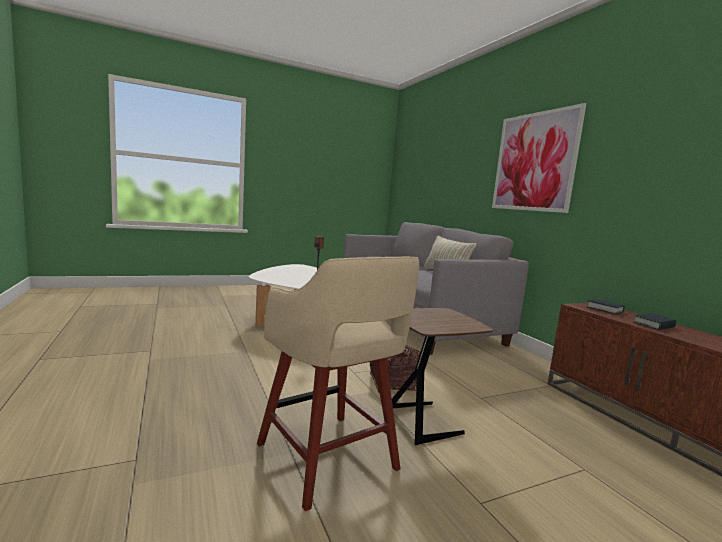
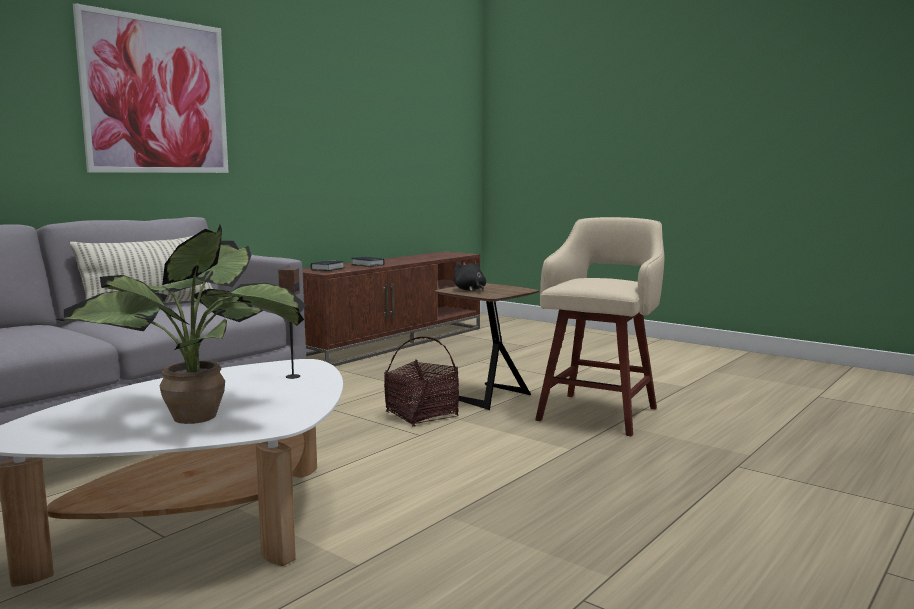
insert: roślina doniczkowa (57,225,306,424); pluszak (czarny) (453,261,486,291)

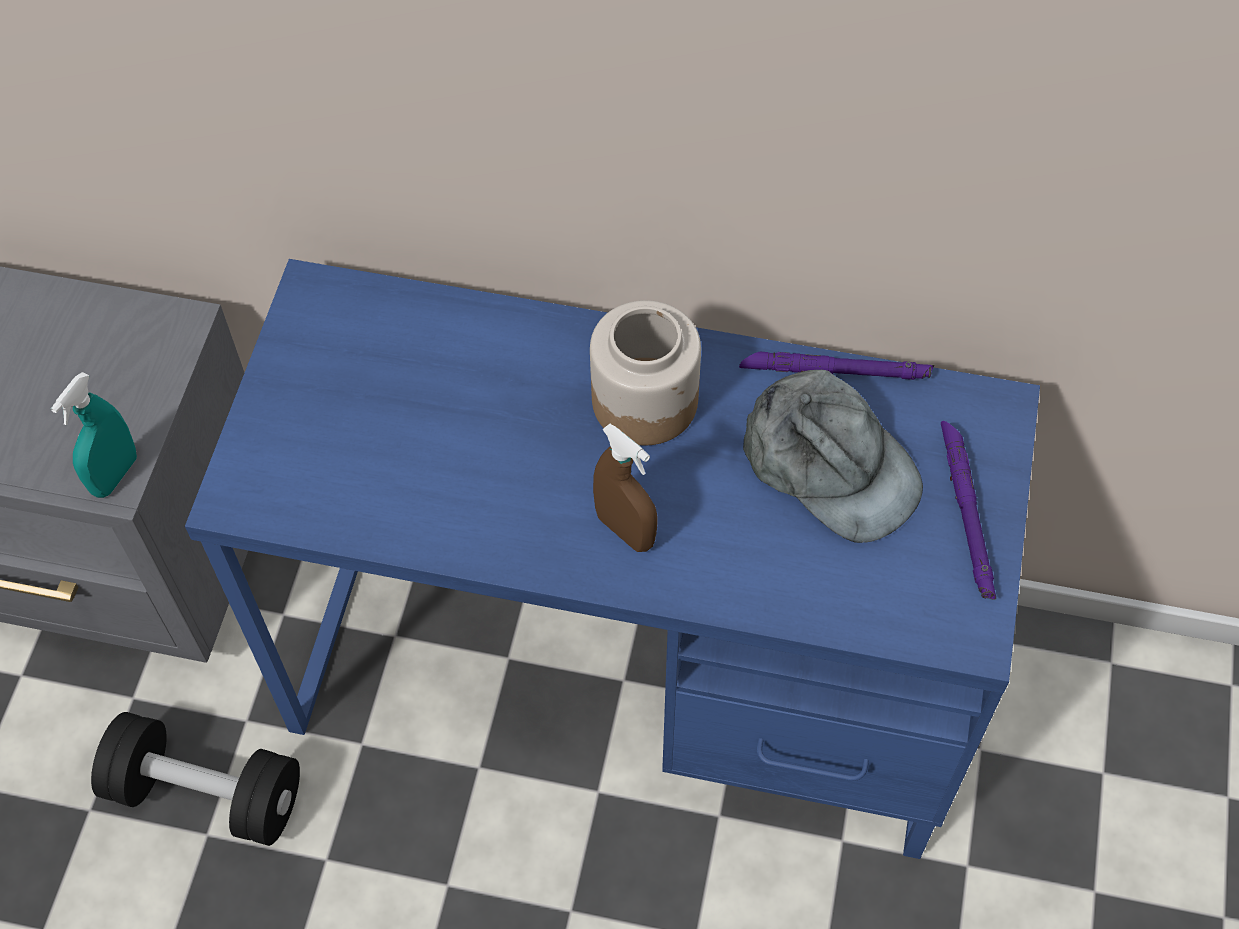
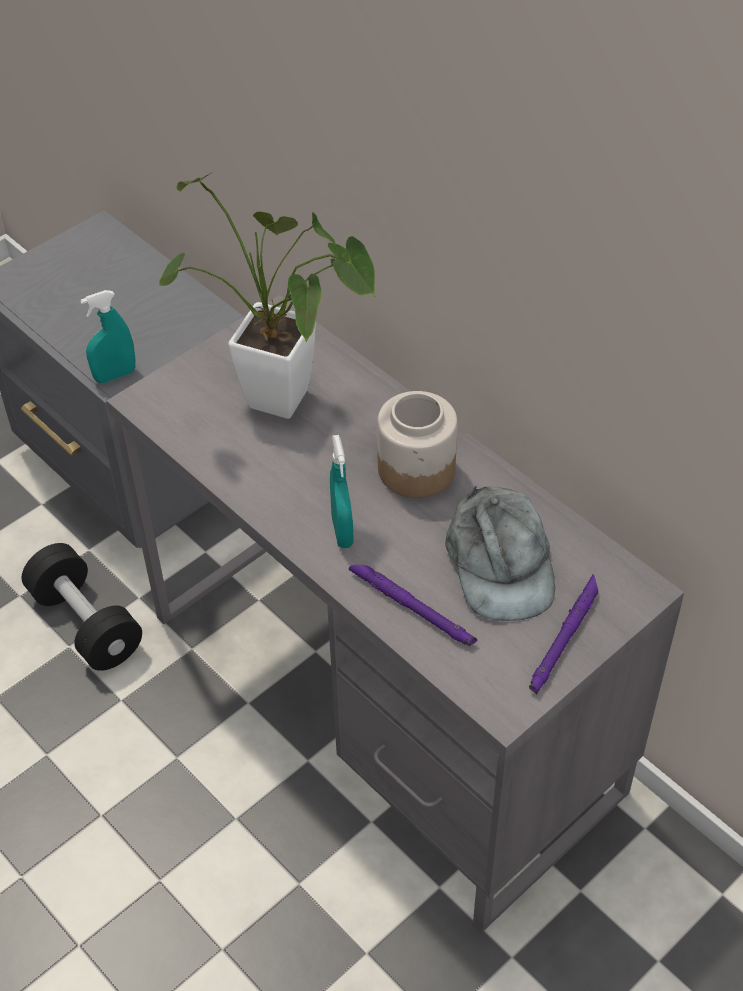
insert: roślina doniczkowa (159,173,376,419)
move: latarka (fioletowy) (739,352,934,380) to (349,565,477,646)
recolor: biurko (niebieski) (185,259,1040,859) to biurko (szary) (106,295,684,931); spryskiwacz (brązowy) (593,423,657,552) to spryskiwacz (turkusowy) (330,435,354,548)

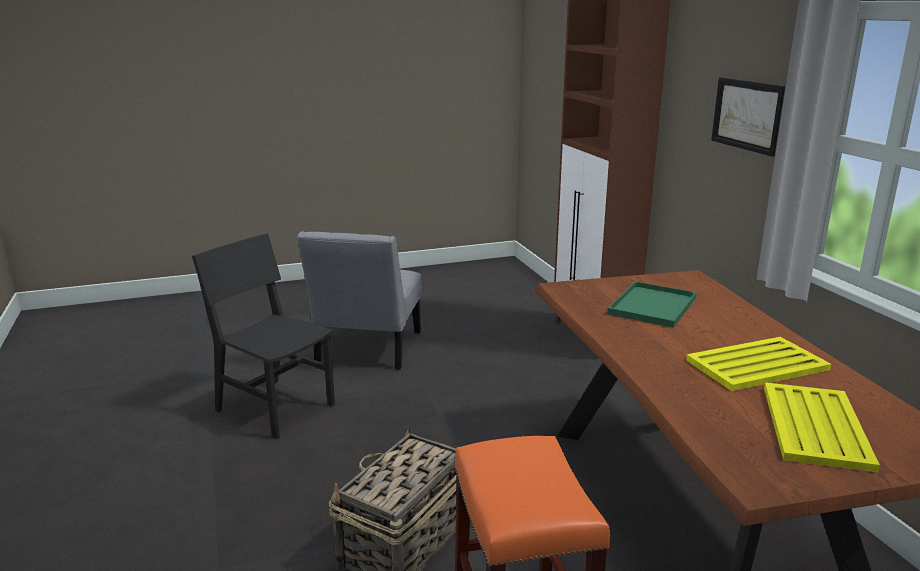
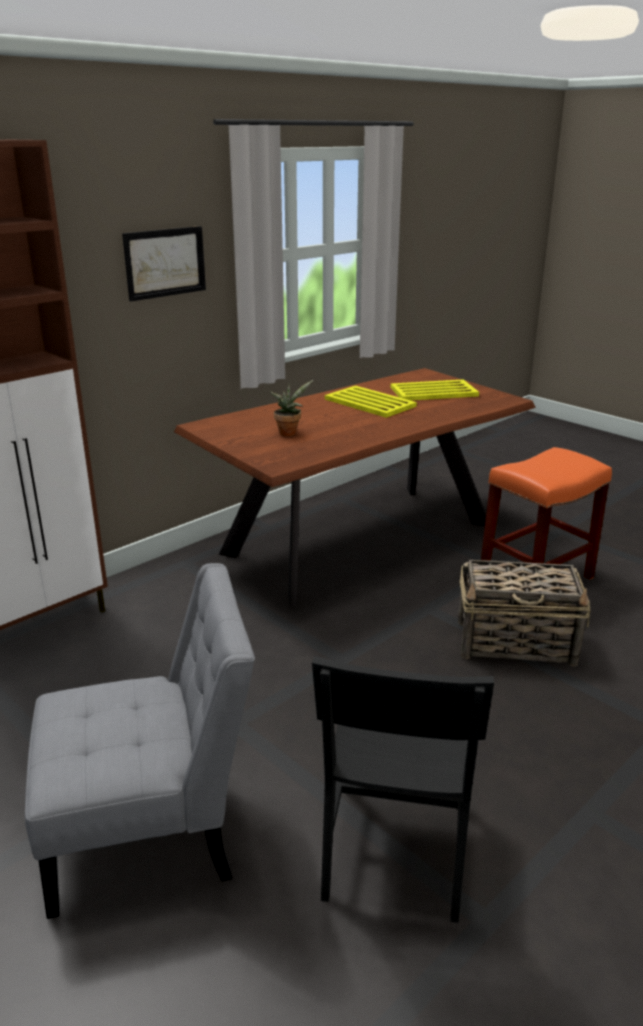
replace: taca (zielony) (607,281,697,328) to roślina doniczkowa (269,380,313,436)

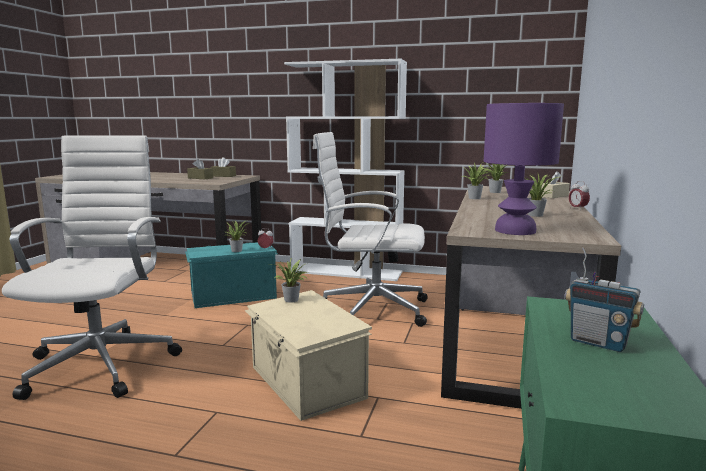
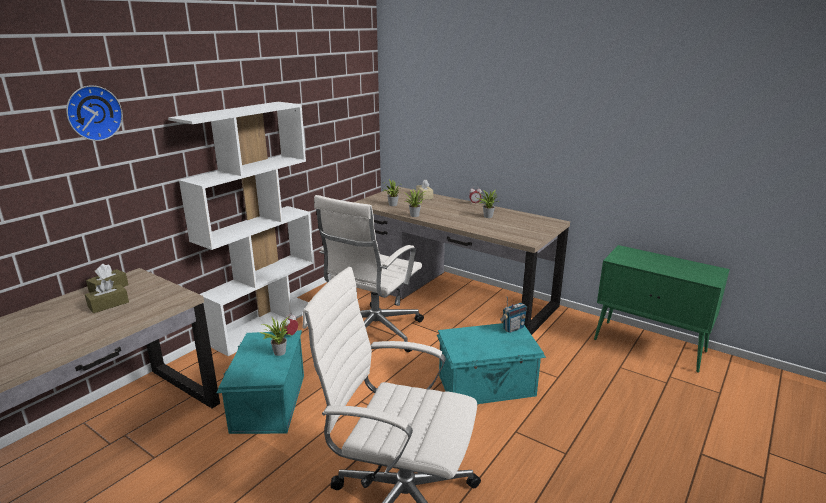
delete: roślina doniczkowa (273,259,308,303); lampa stołowa (fioletowy) (484,103,564,235)
insert: zegar ścienny (66,85,123,141)
move: radio (565,247,644,352) to (500,296,527,333)
recolor: pojemnik do przechowywania (beżowy) (244,290,372,421) to pojemnik do przechowywania (turkusowy) (437,323,546,404)

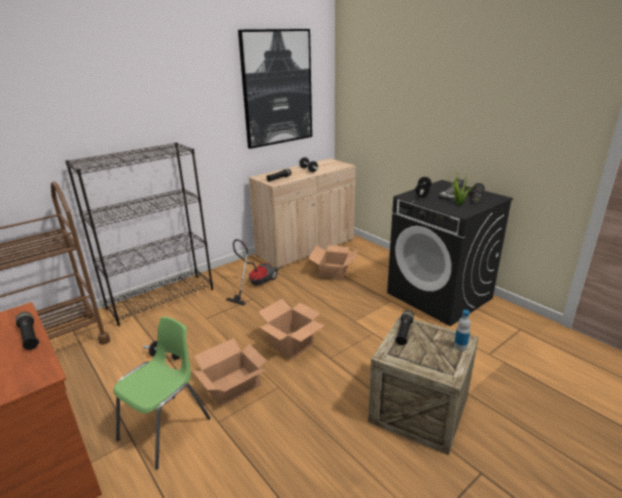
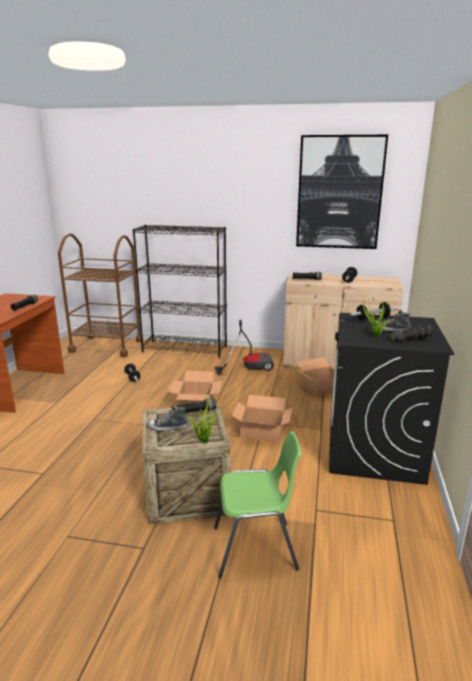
insert: but (147,405,188,431)
move: krzesło (zielony) (114,316,210,470) to (214,431,301,579); karton (193,338,266,407) to (232,395,292,443)
replace: butelka (454,310,471,351) to roślina doniczkowa (185,387,220,443)

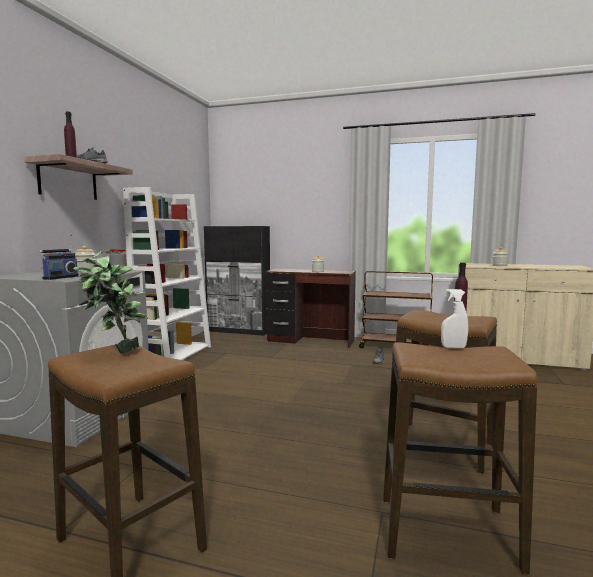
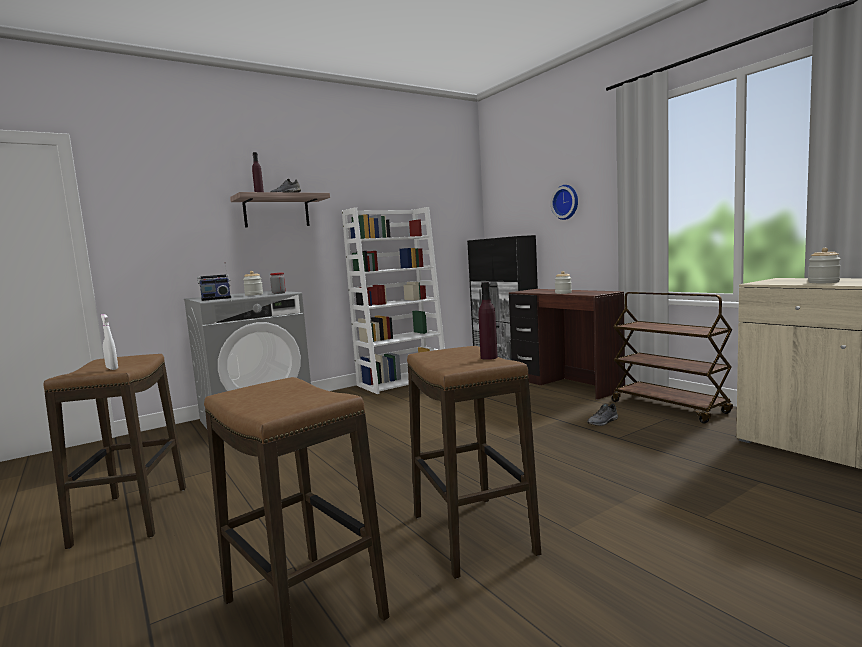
delete: roślina doniczkowa (73,250,148,353)
insert: zegar ścienny (551,185,578,220)
move: spryskiwacz (biały) (441,289,468,348) to (101,314,118,370)

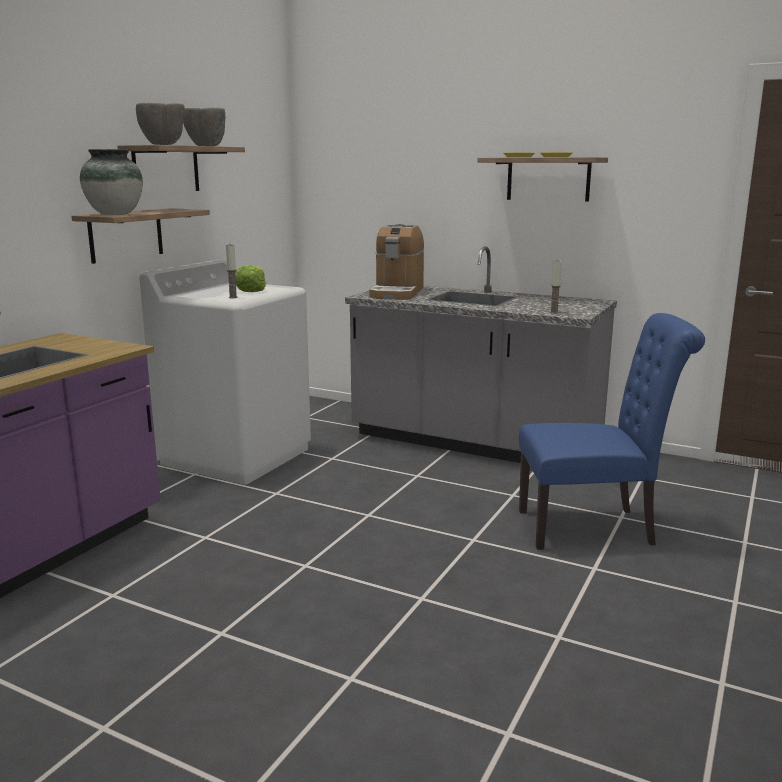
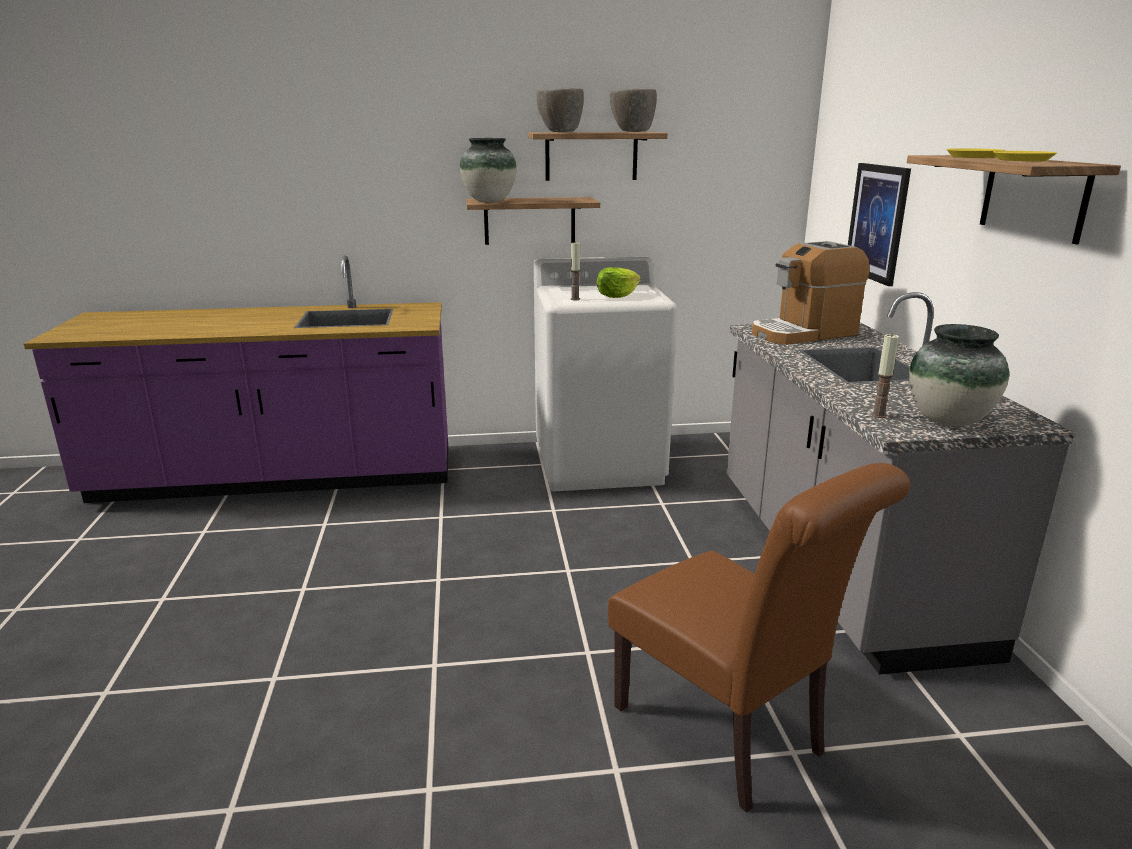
insert: obraz (848,163,911,286); wazon (909,324,1009,426)
recolor: krzesło (niebieski) (519,313,705,550) to krzesło (brązowy) (608,463,910,813)

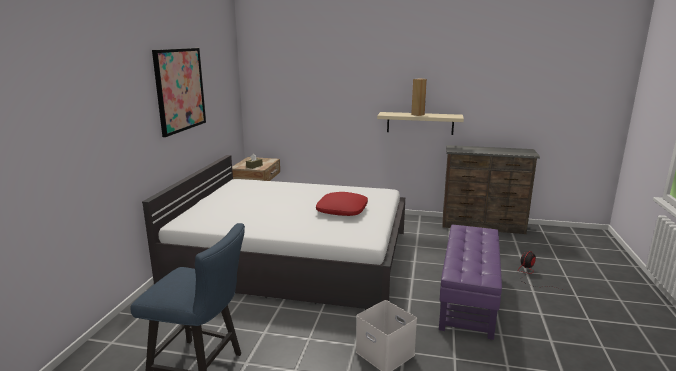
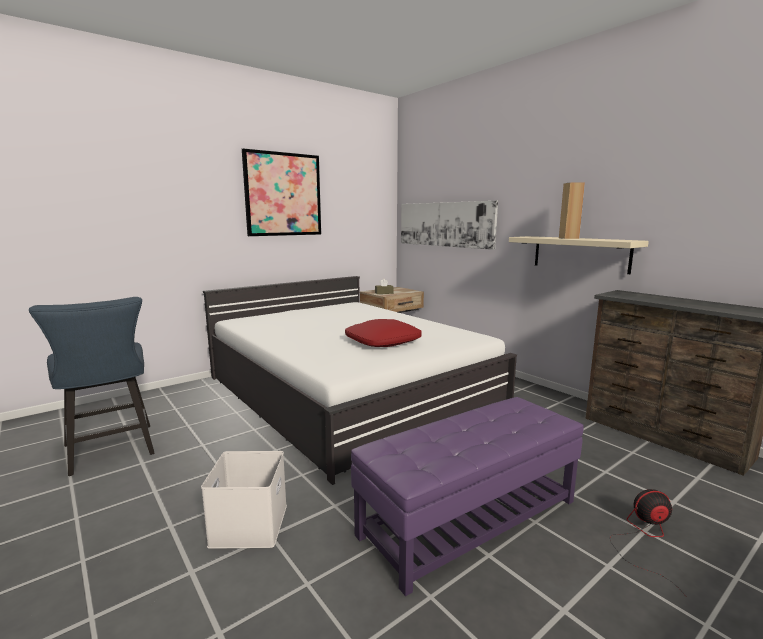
insert: obraz (401,201,498,250)

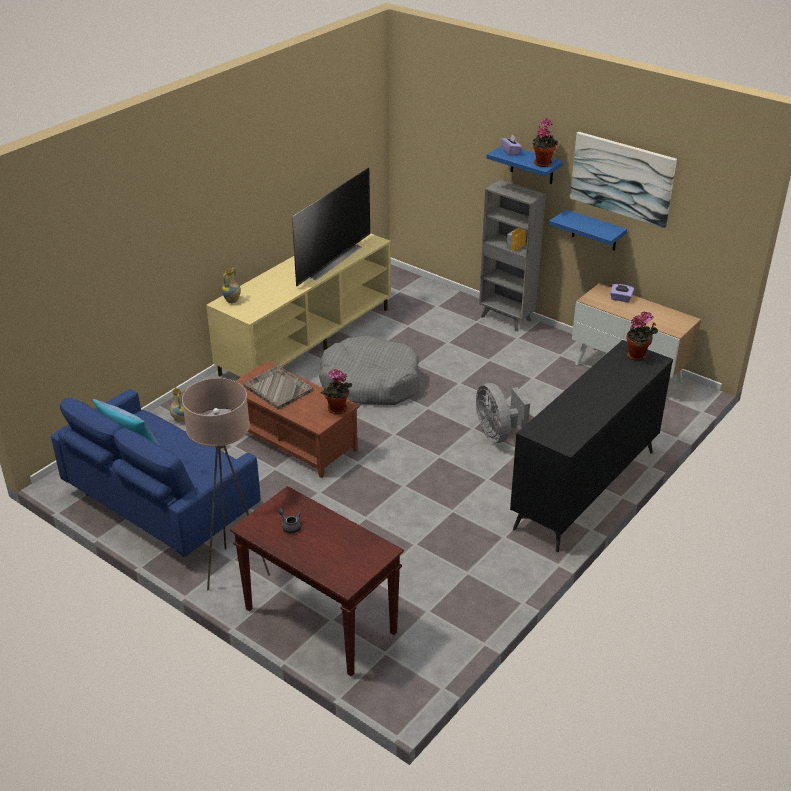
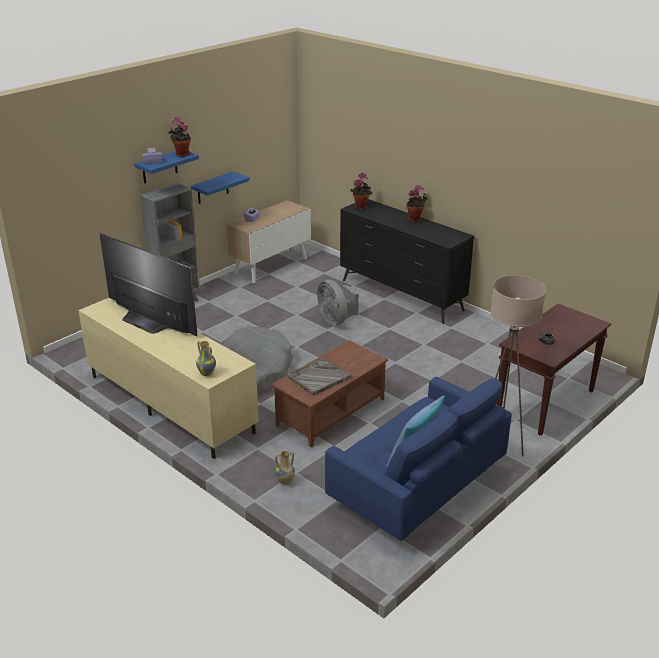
delete: obraz (570,132,677,228)
move: roślina doniczkowa (320,369,352,414) to (406,186,428,222)
rotate: wentylator (szary) (476,383,530,443) = (317,280,359,325) 75 degrees clockwise

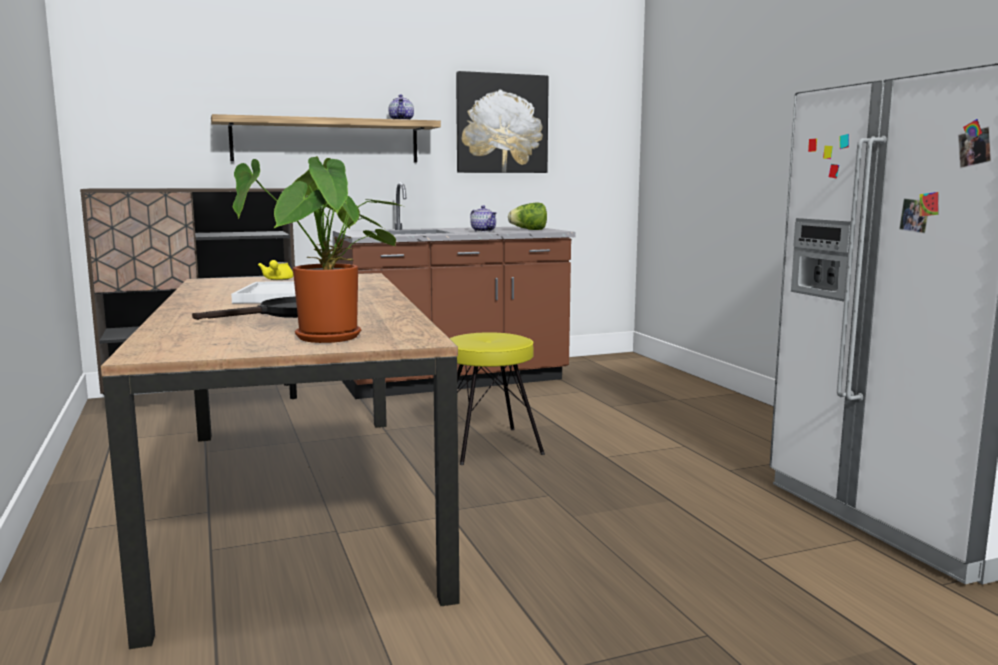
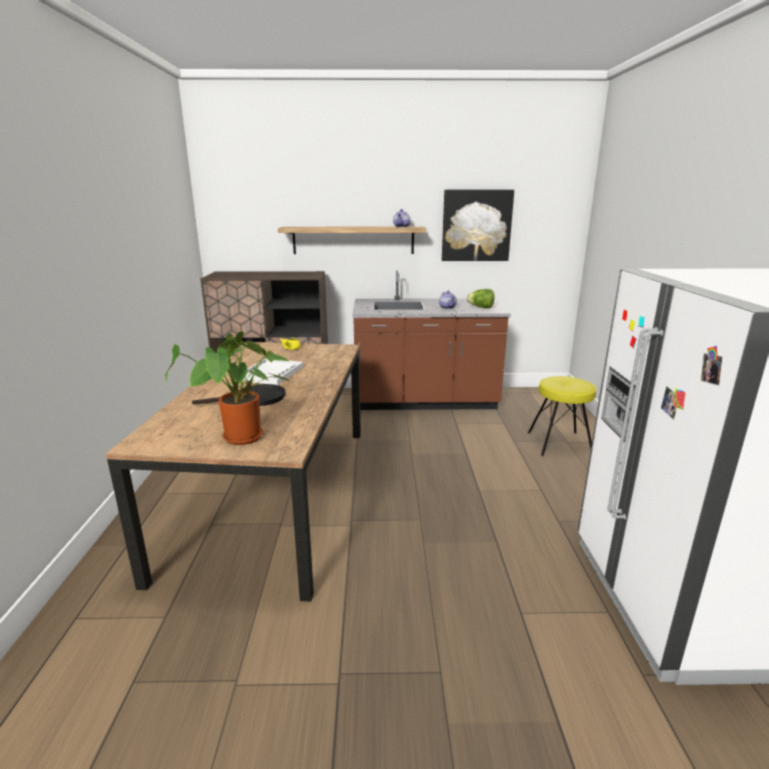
move: stołek (żółty) (449,332,545,465) to (528,376,596,456)

